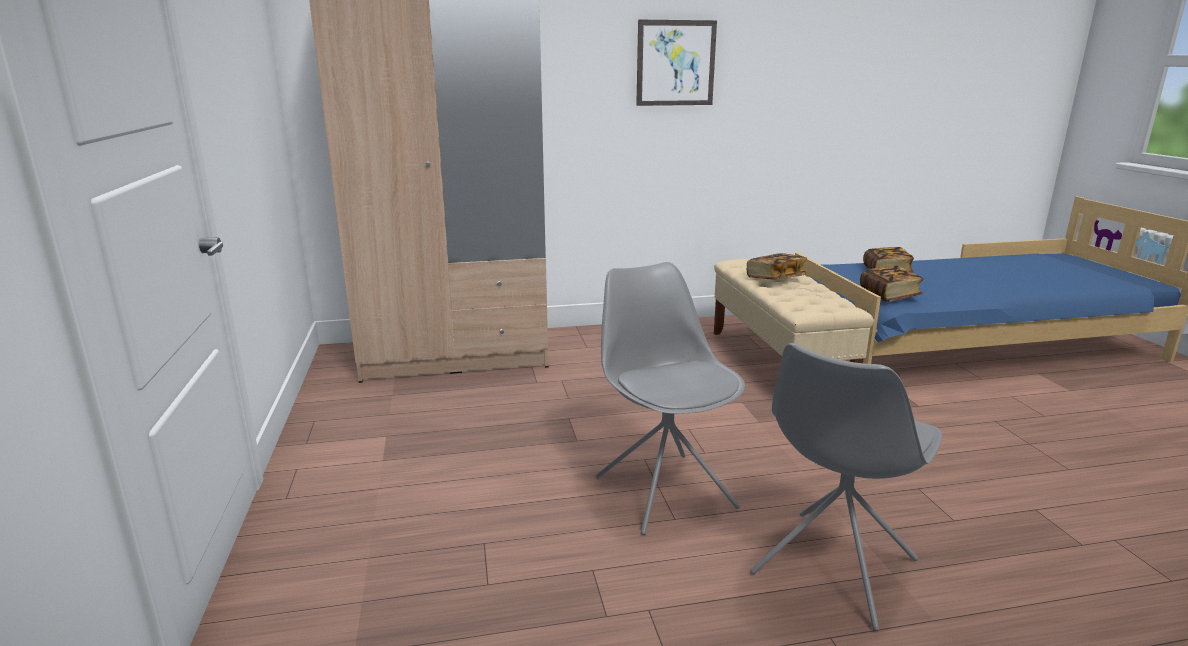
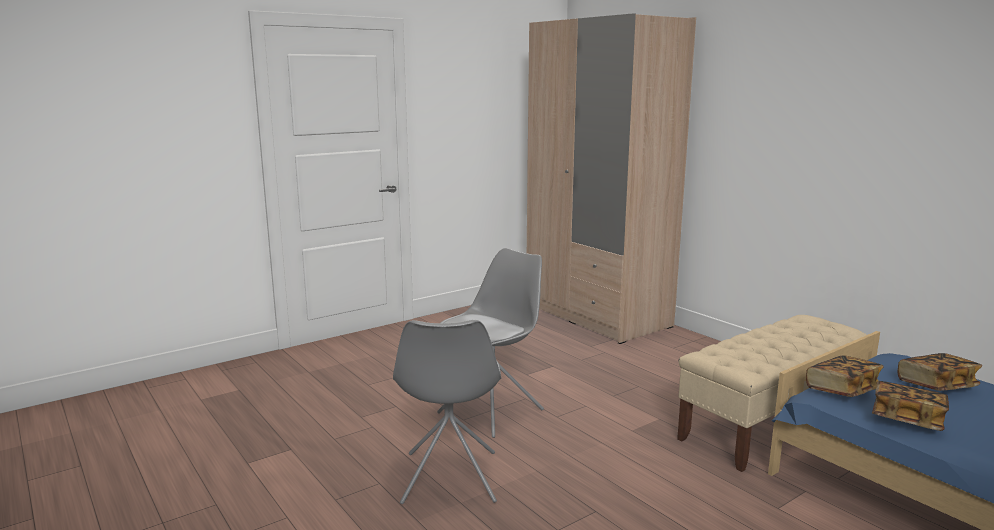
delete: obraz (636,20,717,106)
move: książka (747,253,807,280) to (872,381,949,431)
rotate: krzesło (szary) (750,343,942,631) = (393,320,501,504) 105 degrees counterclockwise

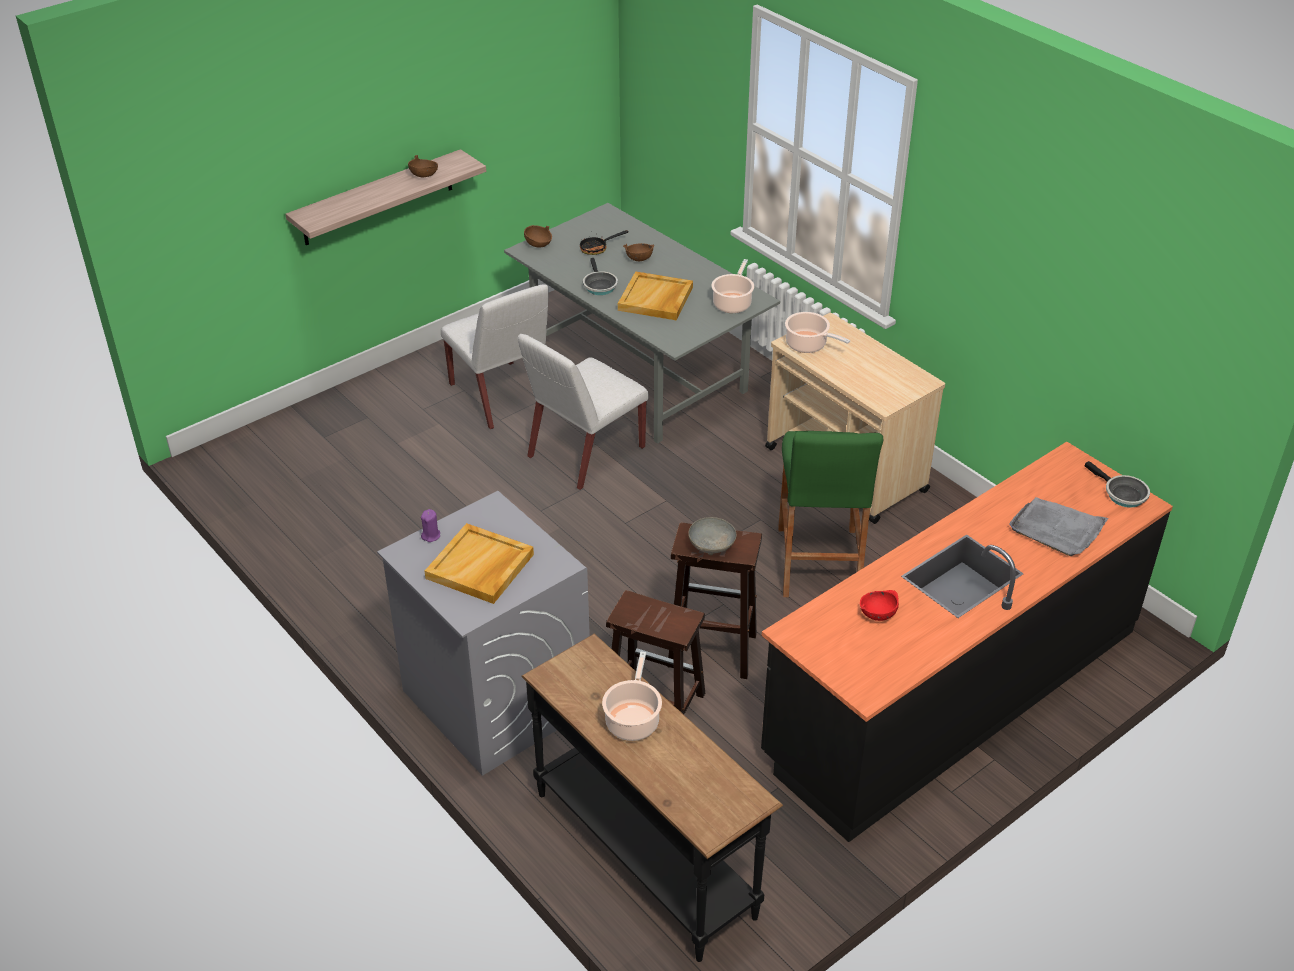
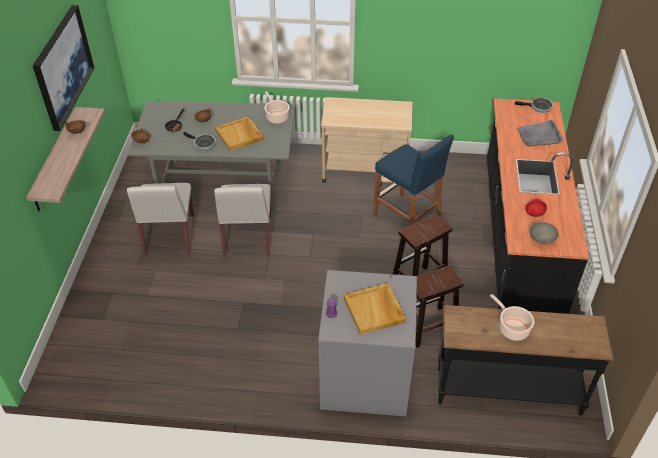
delete: garnek (785,312,850,353)
insert: obraz (33,5,94,131)
move: miska (szary) (688,517,737,555) to (530,222,559,244)
recolor: stołek (zielony) (778,431,883,597) to stołek (niebieski) (373,135,454,225)
rotate: krzesło (biały) (441,285,549,429) = (127,183,194,257) 75 degrees clockwise

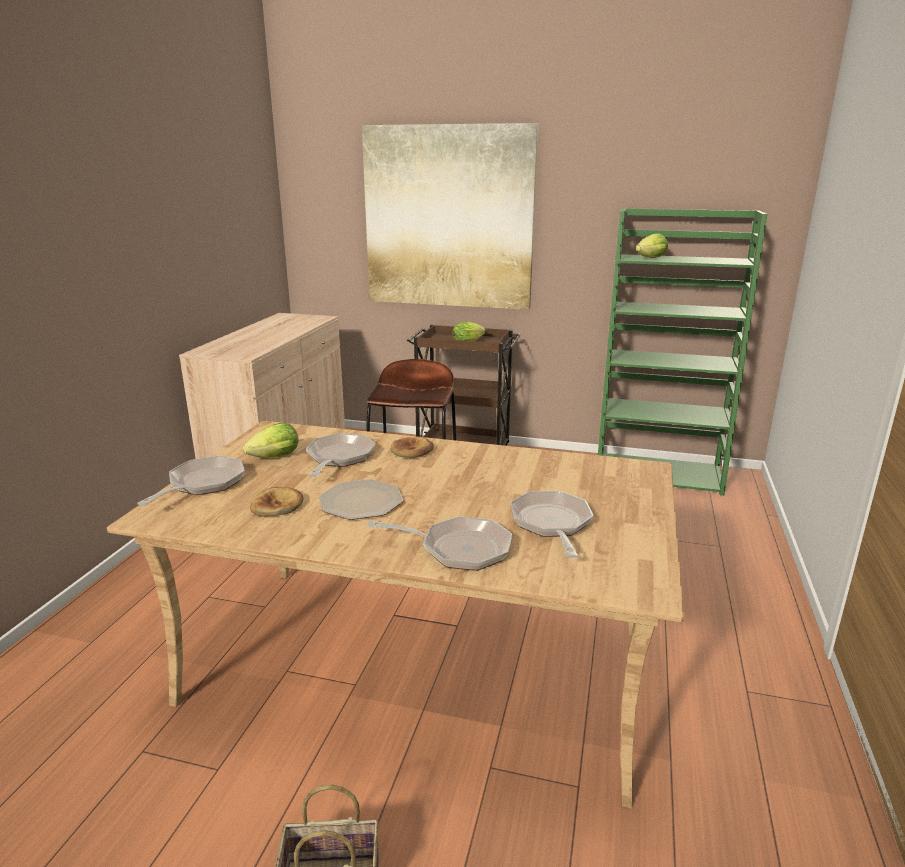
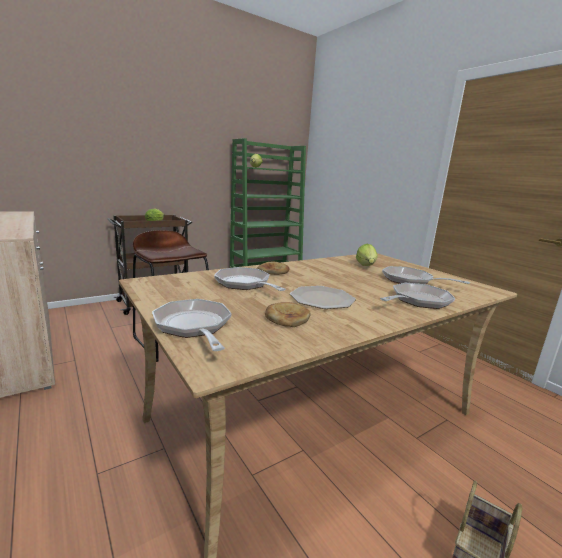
delete: obraz (362,123,538,310)
move: sałata (243,422,299,458) to (356,244,378,266)

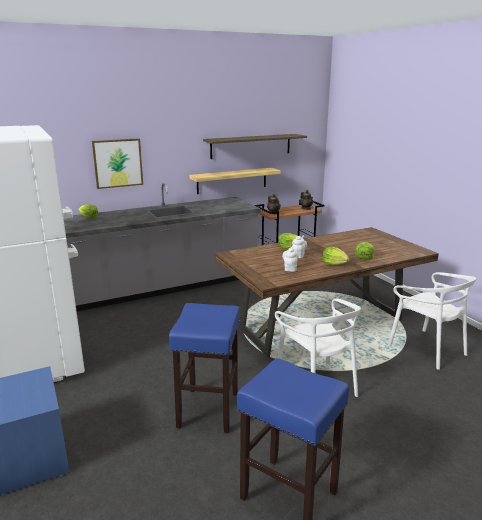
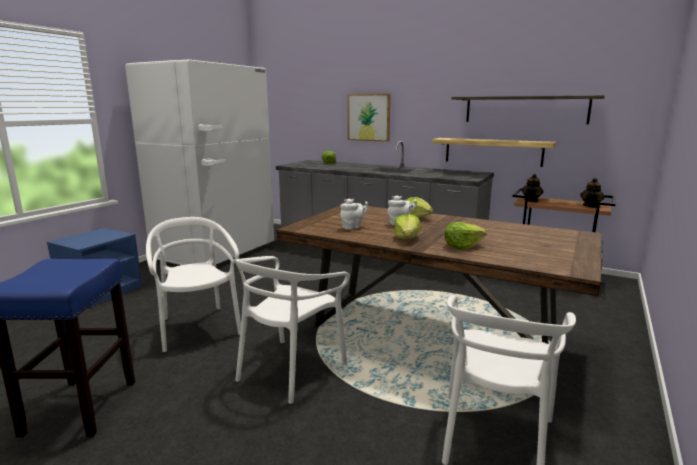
replace: stołek (niebieski) (169,303,240,433) to krzesło (biały) (146,217,241,352)

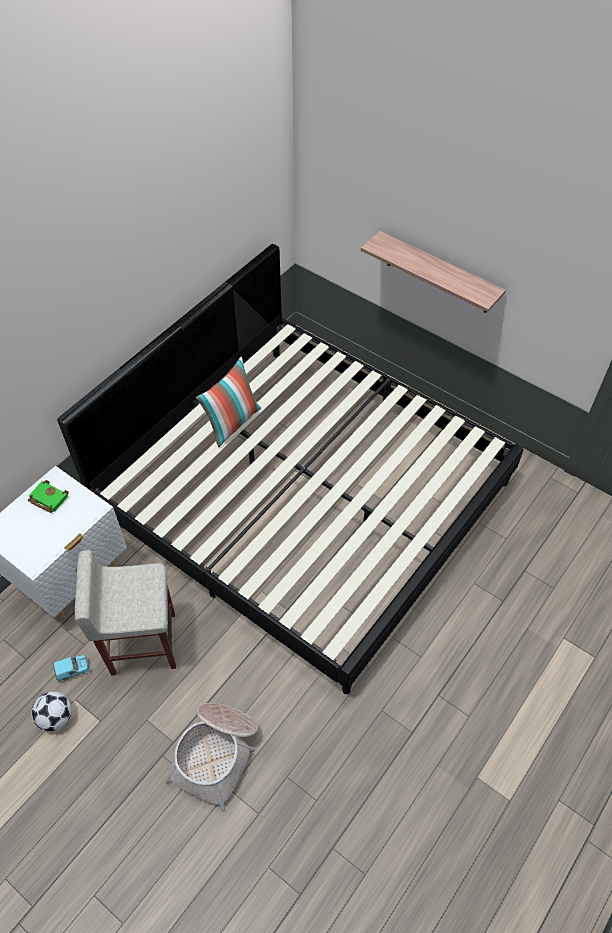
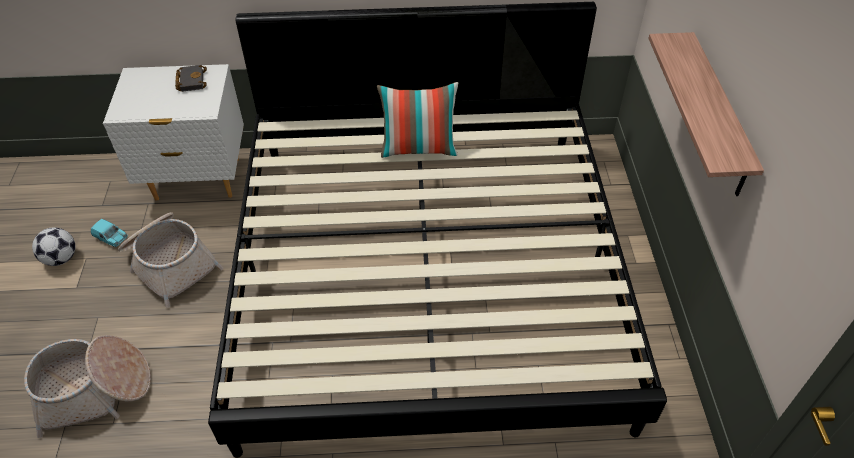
replace: stołek (beżowy) (75,550,176,676) to koszyk (118,212,223,308)
recolor: książka (zielony) (28,480,69,513) to książka (czarny) (175,65,207,92)

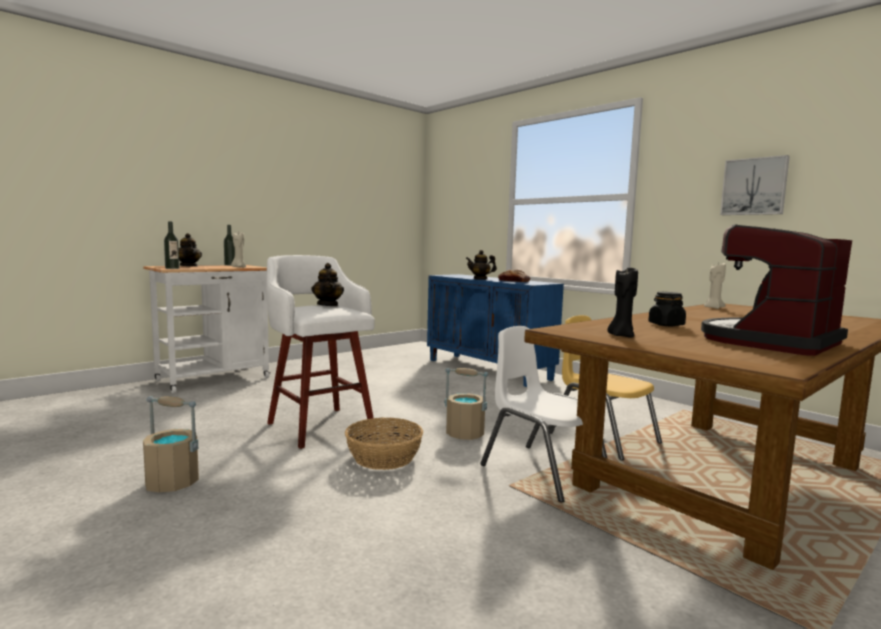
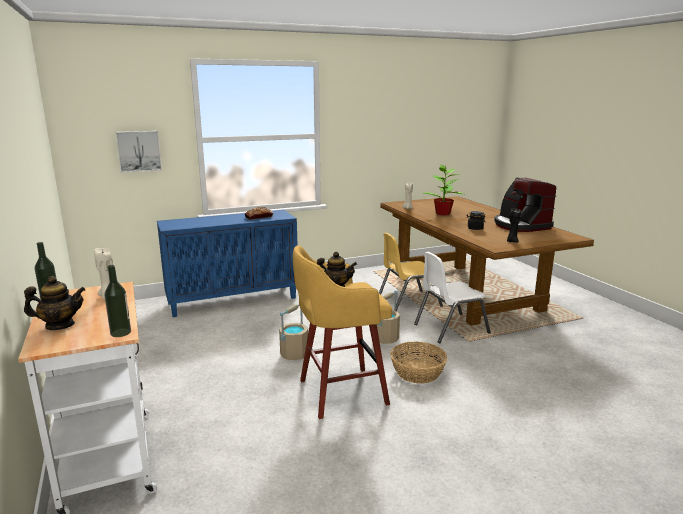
delete: imbryk (466,250,497,280)
insert: roślina doniczkowa (424,165,465,215)
move: obraz (720,155,790,215) to (116,131,162,173); wiadro (beżowy) (143,396,199,492) to (279,304,308,360)
recolor: stołek (biały) (266,255,375,449) to stołek (żółty) (293,245,392,419)

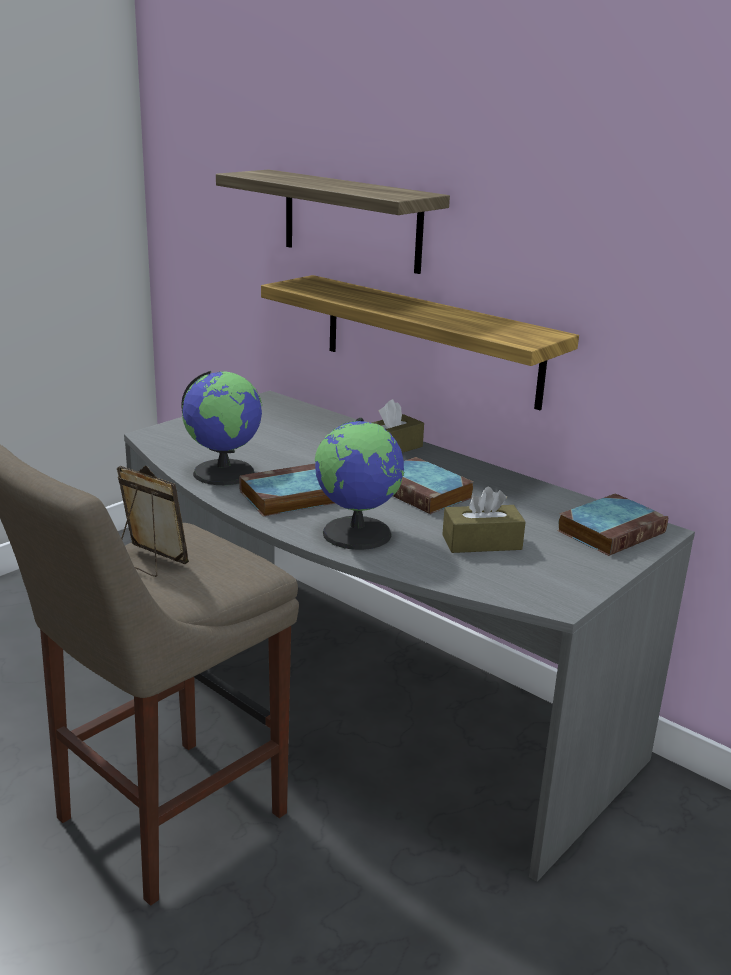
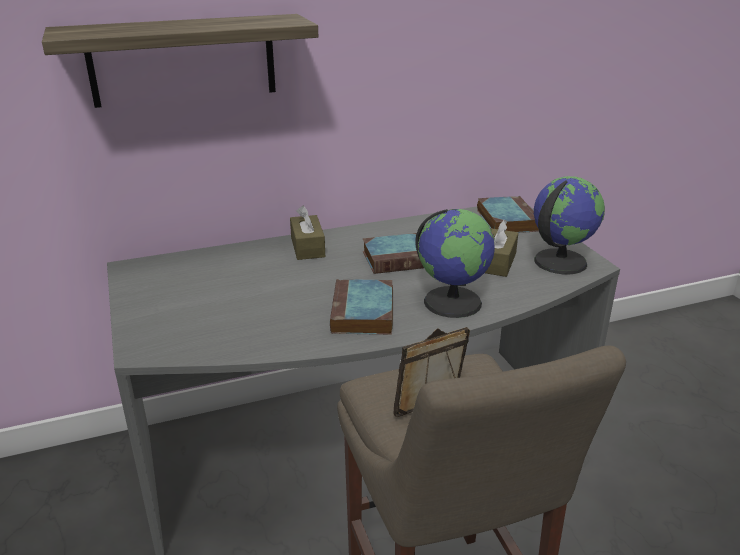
delete: półka (261,275,579,410)
move: globus (181,371,262,485) to (534,176,605,274)

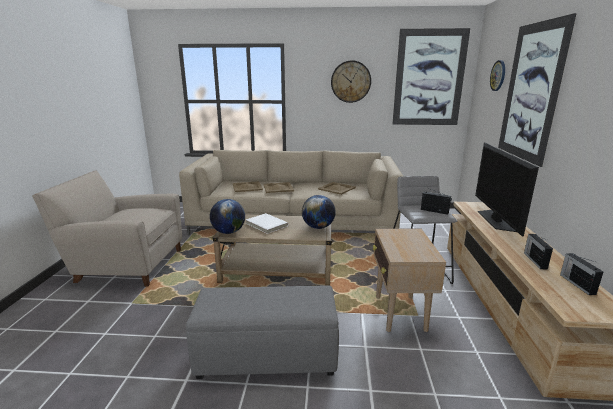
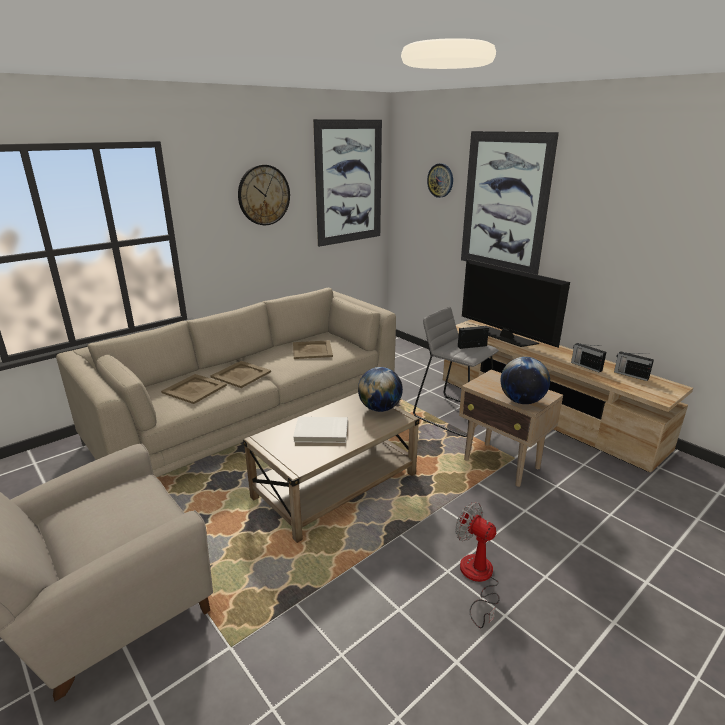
move: globus (210,199,245,234) to (501,357,550,404)
replace: pufa (szary) (186,285,339,379) to wentylator (455,502,499,628)

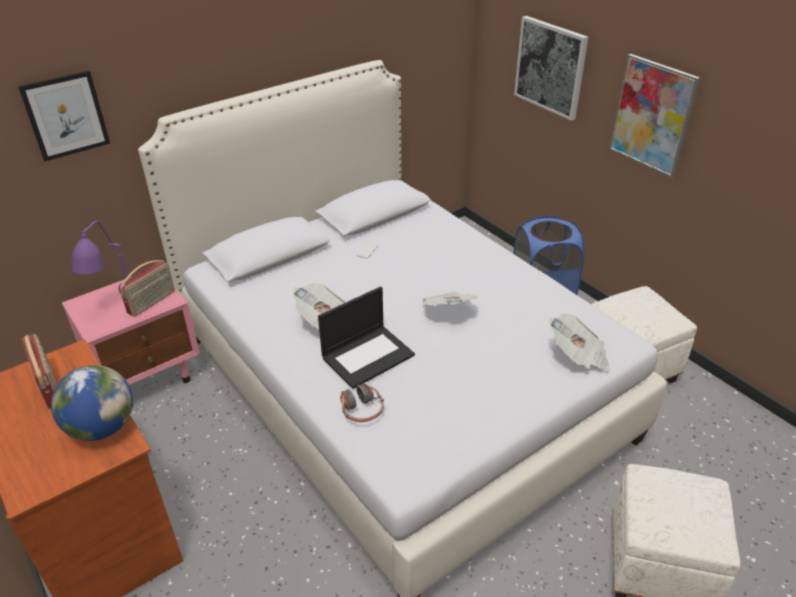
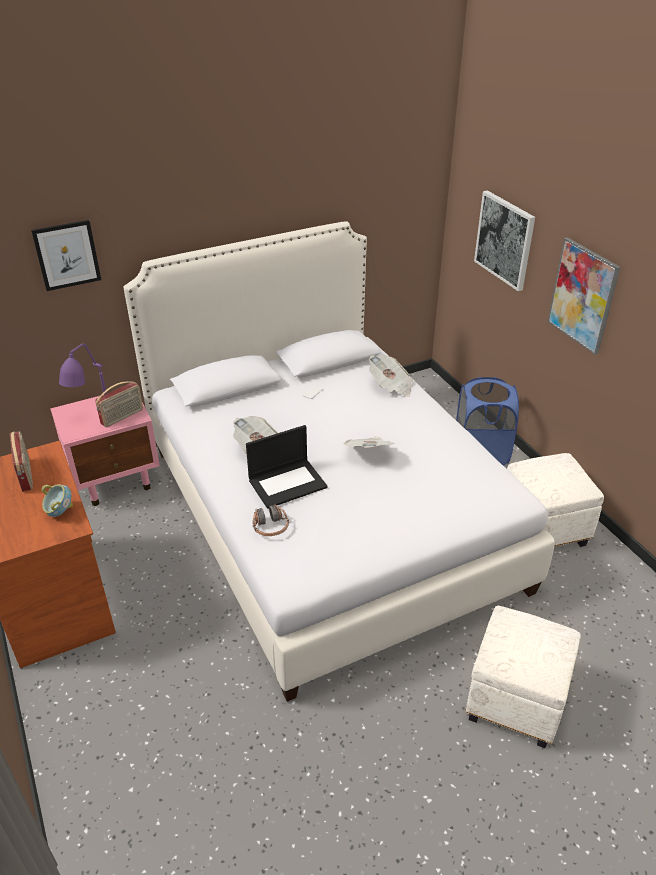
move: gazeta (550,314,611,371) to (369,355,413,397)
replace: globus (51,365,133,441) to miska (42,484,73,517)

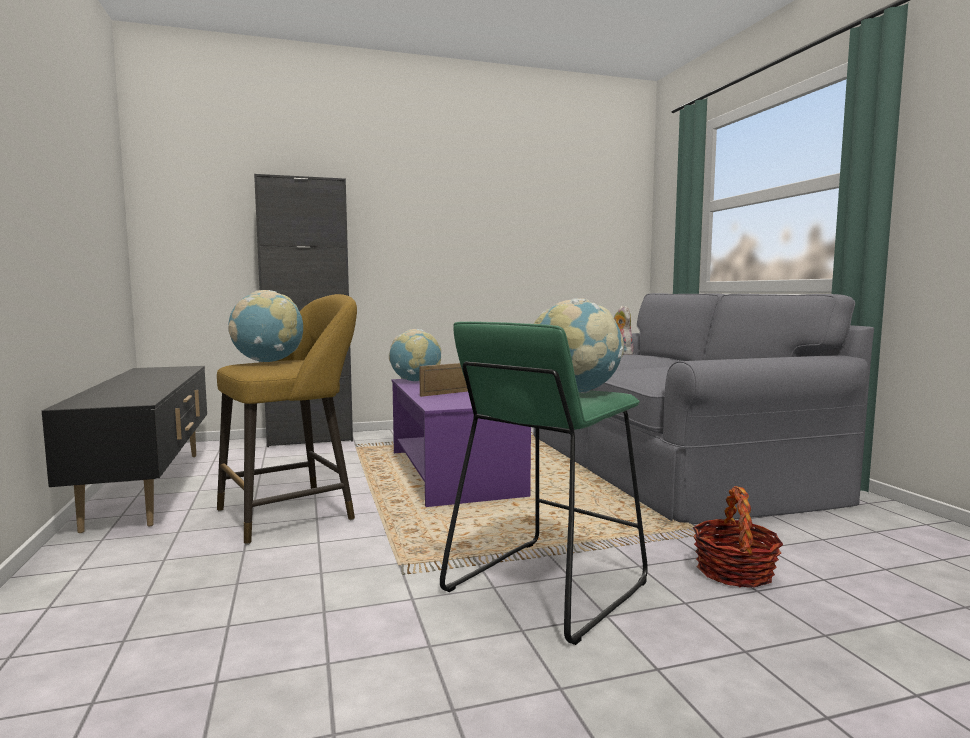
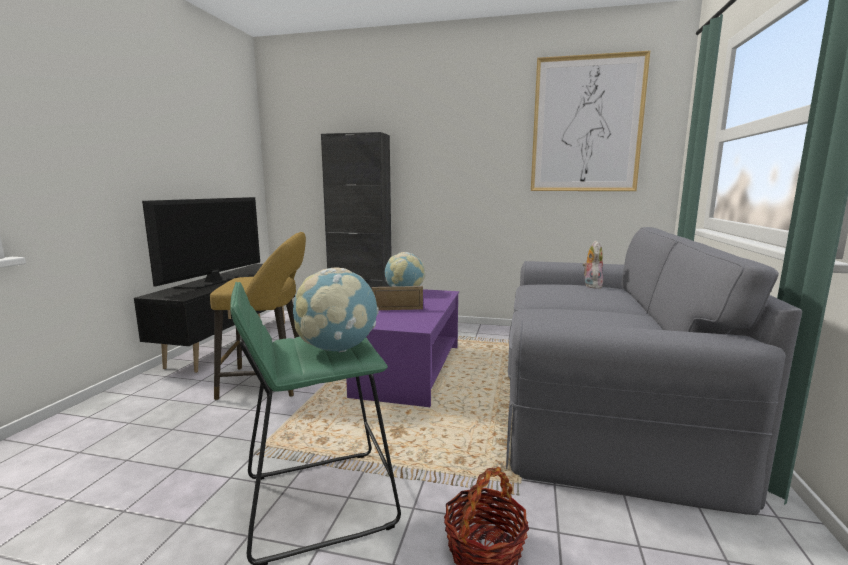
delete: globus (228,290,303,362)
insert: telewizor (142,197,260,289); obraz (531,51,650,191)

